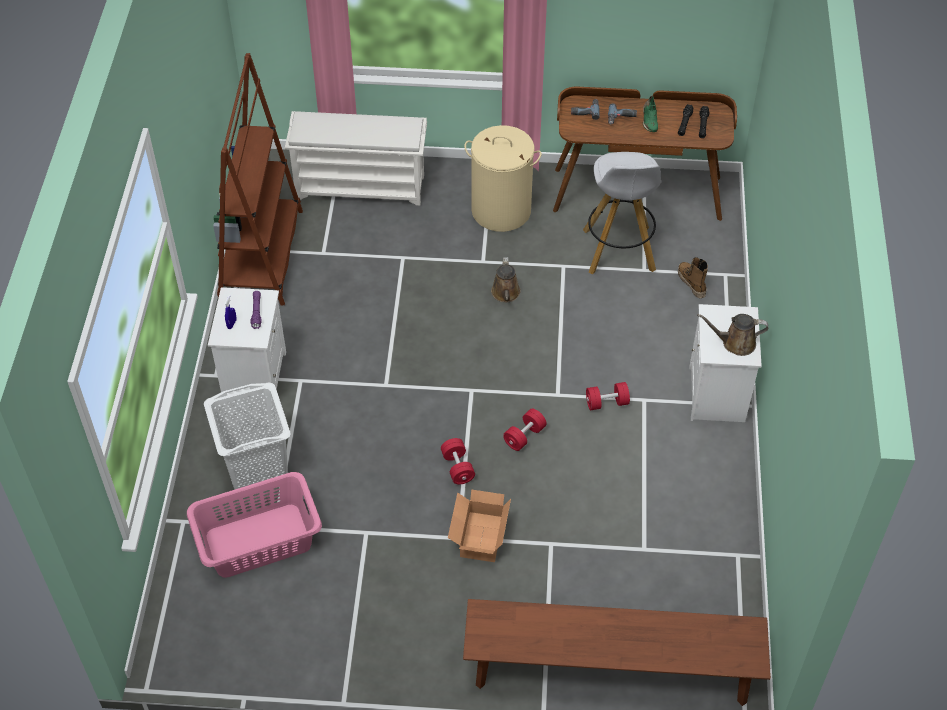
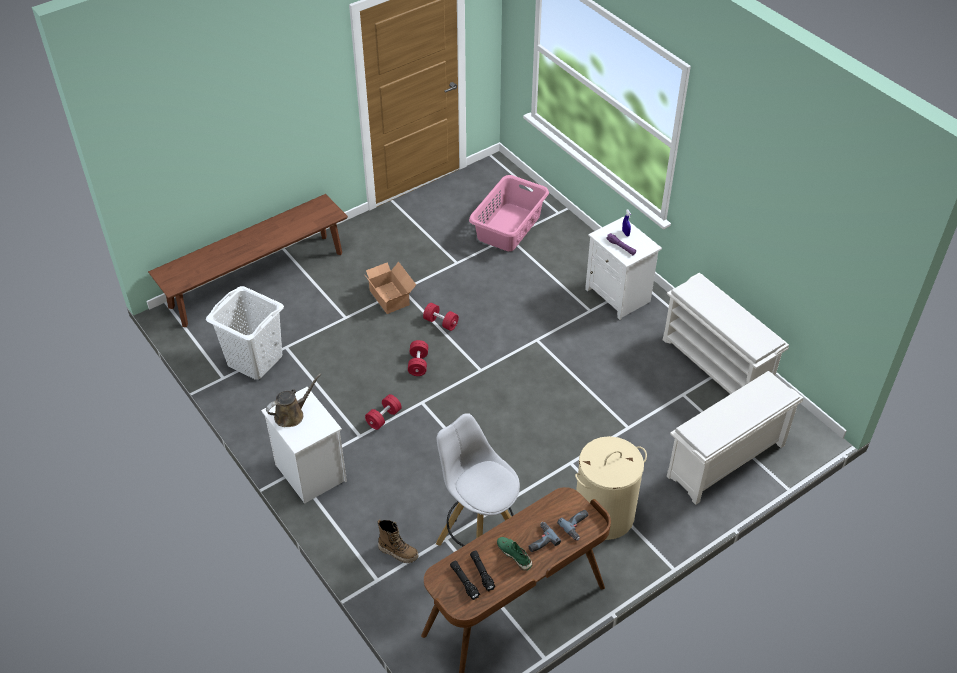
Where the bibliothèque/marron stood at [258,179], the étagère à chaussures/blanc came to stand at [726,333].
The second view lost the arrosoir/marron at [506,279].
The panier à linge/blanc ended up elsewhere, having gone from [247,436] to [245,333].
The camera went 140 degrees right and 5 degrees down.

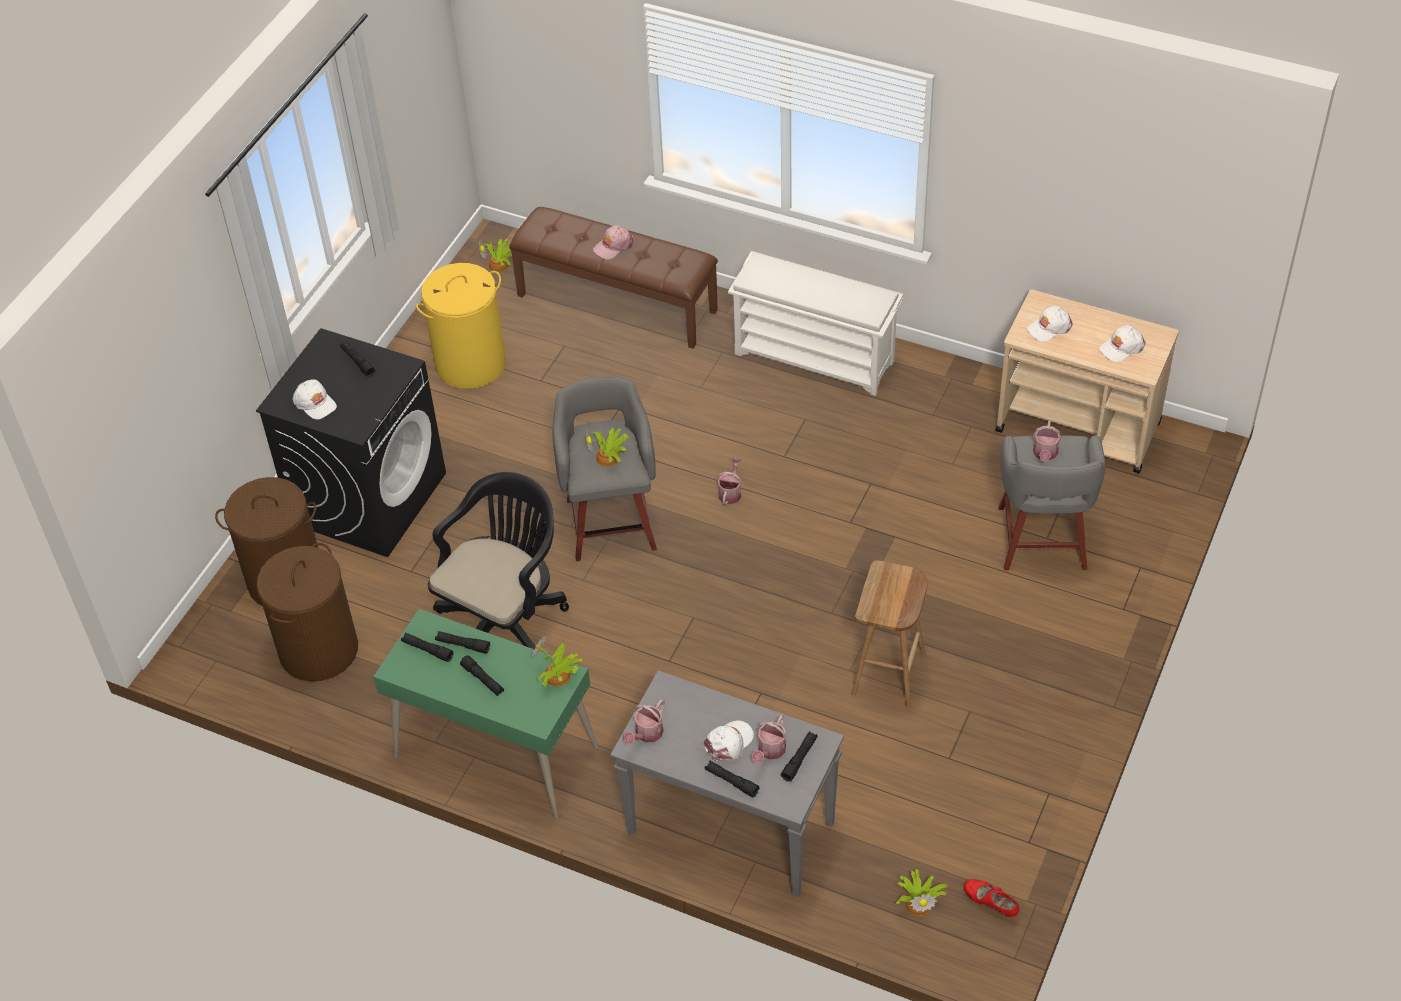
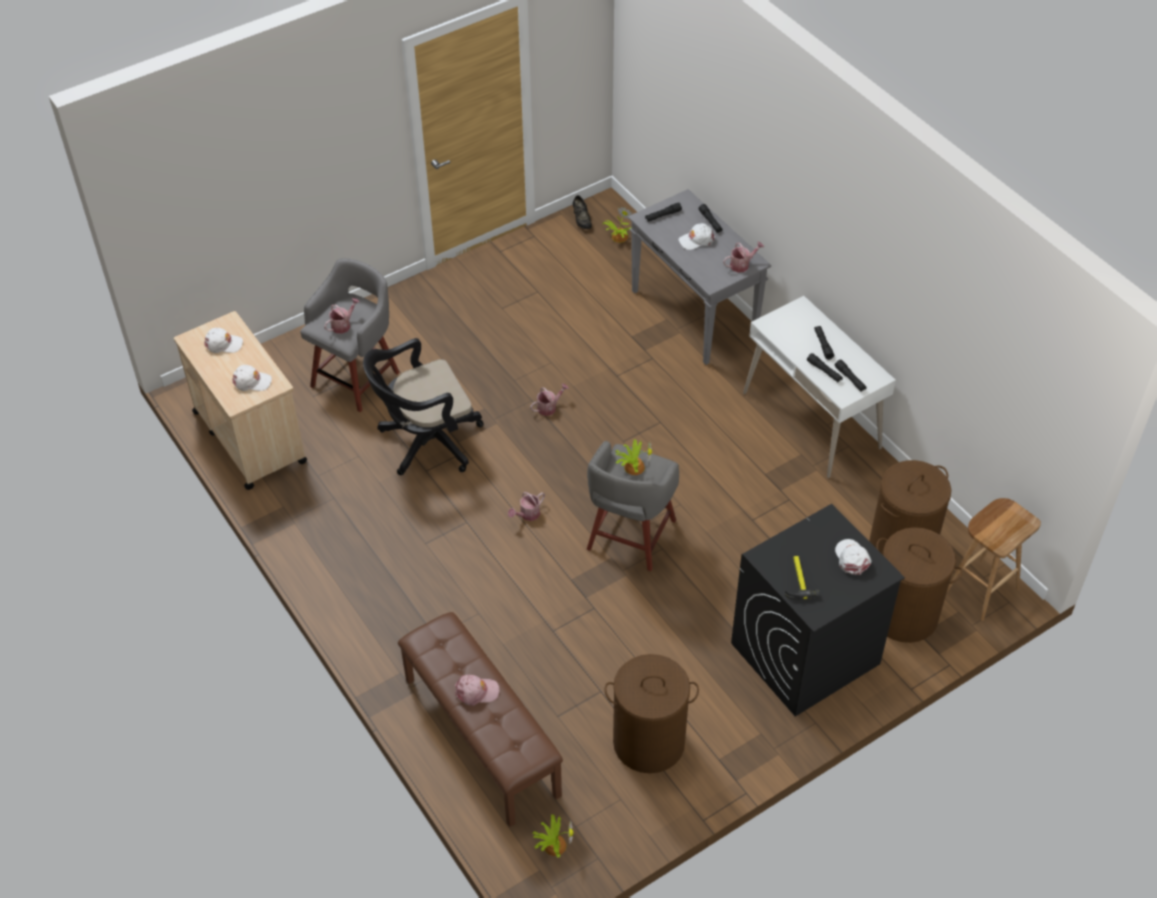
The second view lost the étagère à chaussures/blanc at [816,323].
What was the panier à linge/jaune at [461,326] turned into the panier à linge/marron at [651,713].
Where the lampe de poche/noir stood at [357,359], the marteau came to stand at [802,578].
The chaise de bureau/noir ended up elsewhere, having gone from [498,560] to [423,406].
The tabouret/marron ended up elsewhere, having gone from [890,634] to [994,559].
What was the bureau/vert at [485,714] turned into the bureau/blanc at [819,387].
The second view lost the plante en pot at [557,661].
The arrosoir ended up elsewhere, having gone from [769,739] to [549,400].
What was the chaussure/rouge at [991,898] turned into the chaussure/noir at [582,212].
The camera went 150 degrees left and 0 degrees up.

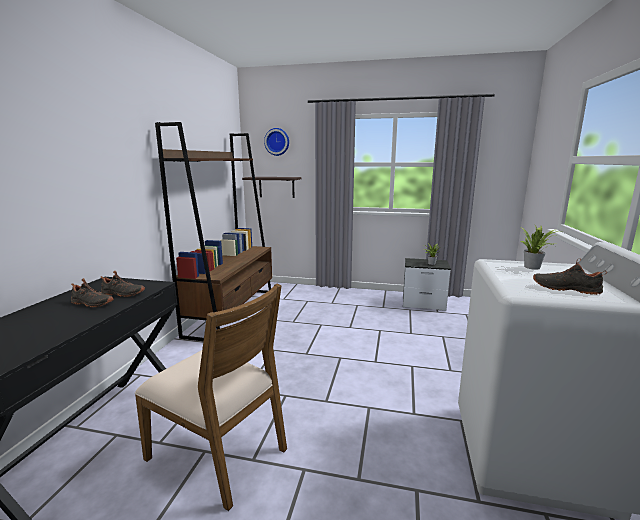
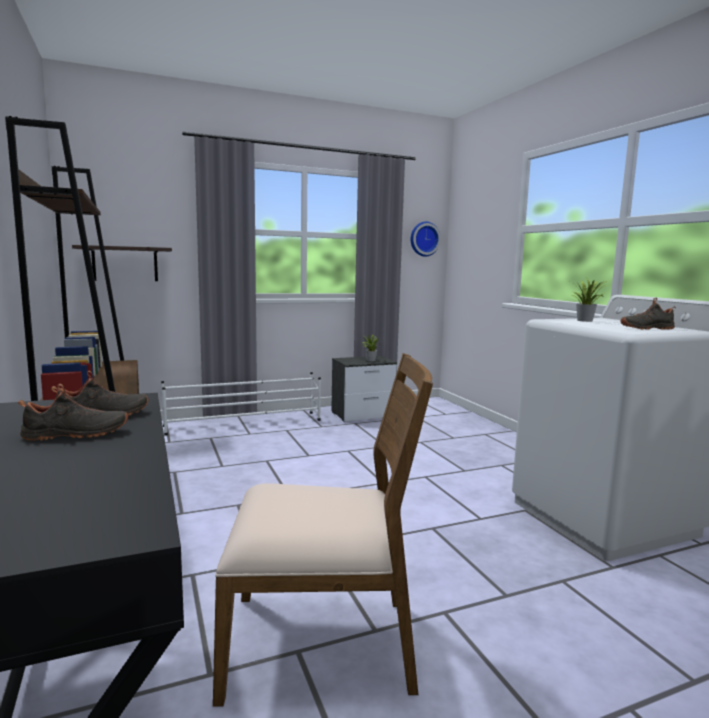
The horloge murale ended up elsewhere, having gone from [276,142] to [426,239].
The second view gained the étagère à chaussures/blanc at [241,404].
The camera went 35 degrees left and 5 degrees down.

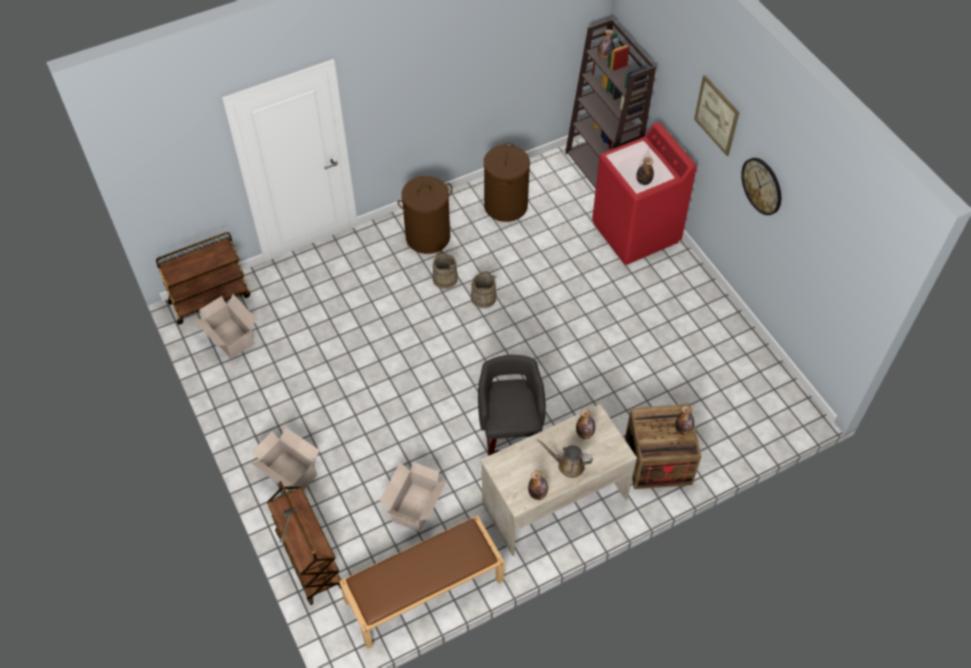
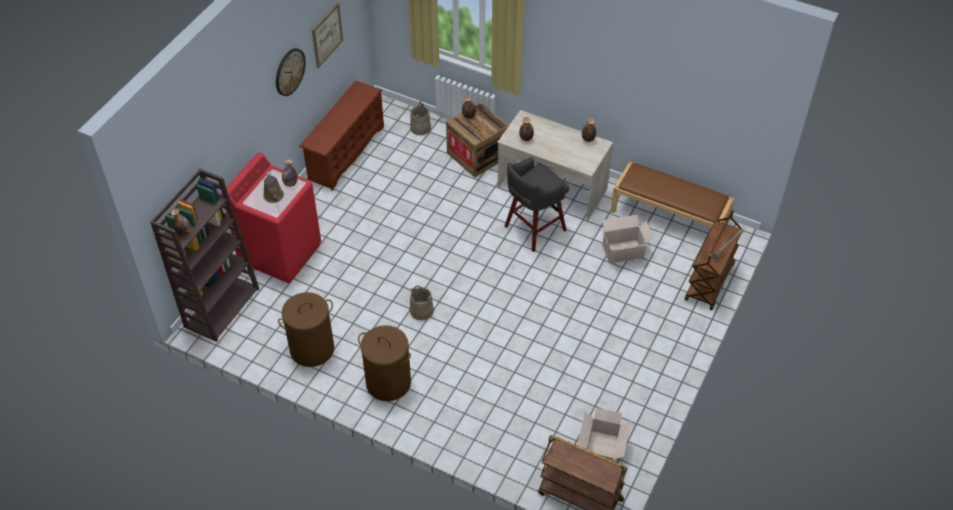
The tableau ended up elsewhere, having gone from [717,115] to [327,35].
The seau/beige ended up elsewhere, having gone from [445,270] to [420,118].
The second view lost the carton at [285,459].
The arrosoir/marron ended up elsewhere, having gone from [564,458] to [273,187].
The second view gained the étagère à chaussures/marron at [341,135].
The camera went 125 degrees left and 5 degrees down.

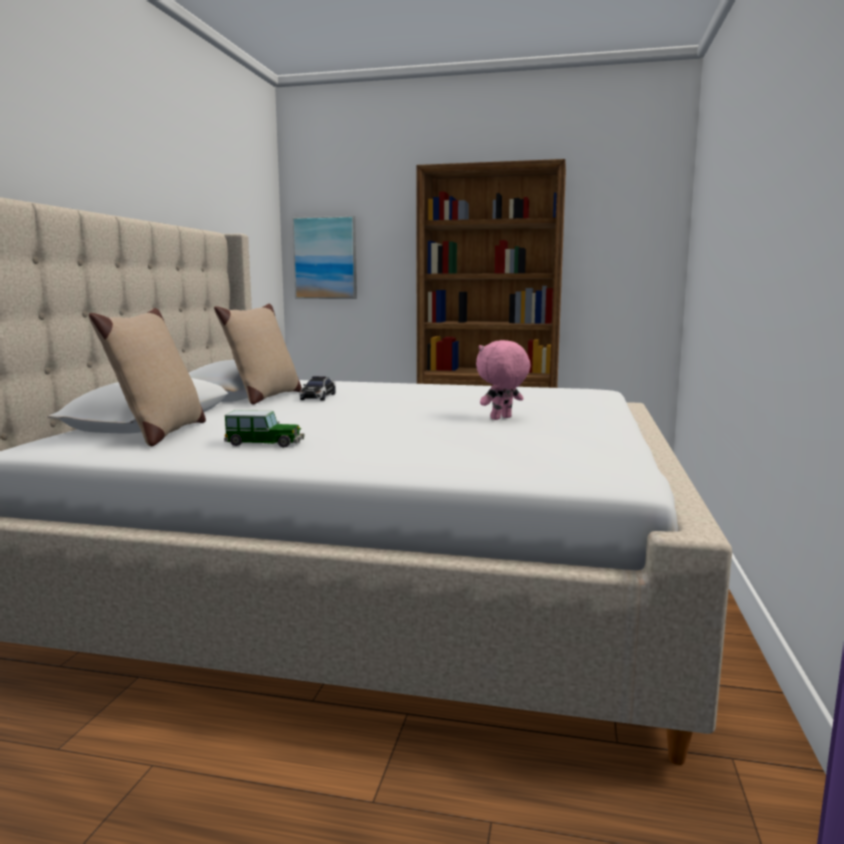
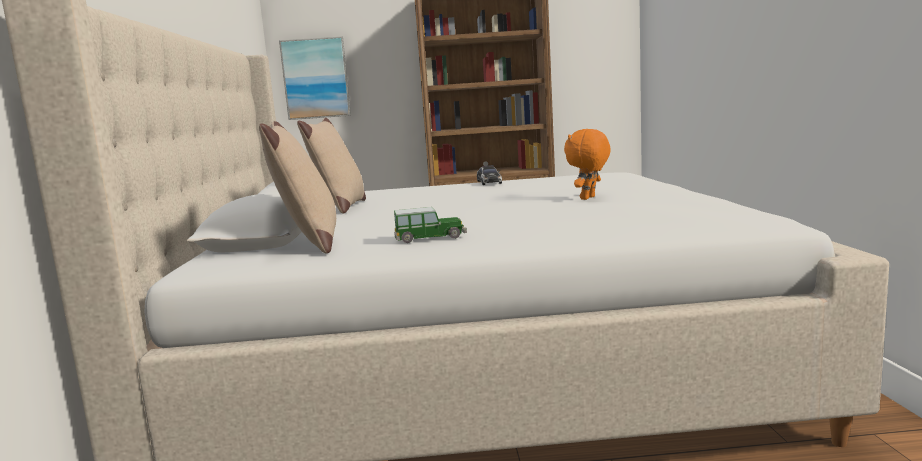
What was the peluche/rose at [503,380] turned into the peluche/orange at [587,164].
The petite voiture ended up elsewhere, having gone from [318,388] to [489,175].
The camera went 15 degrees left and 0 degrees up.

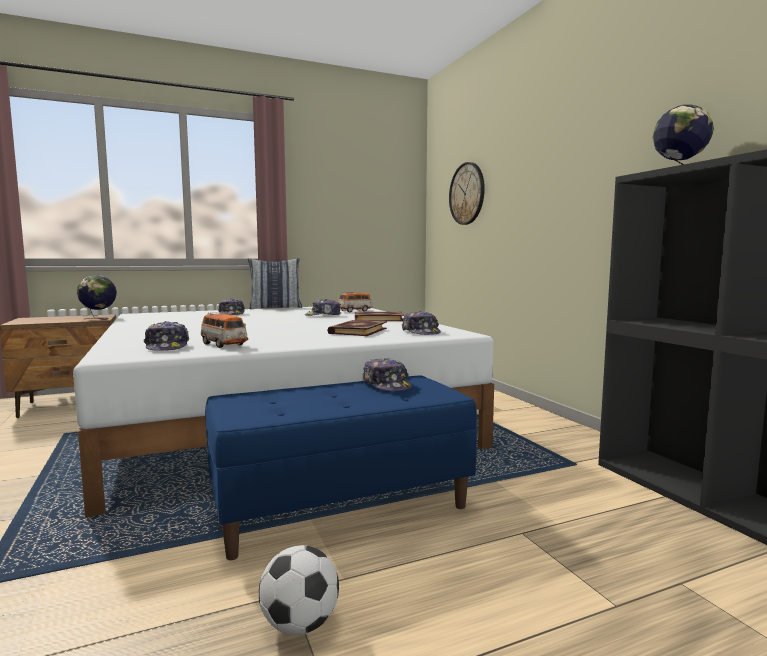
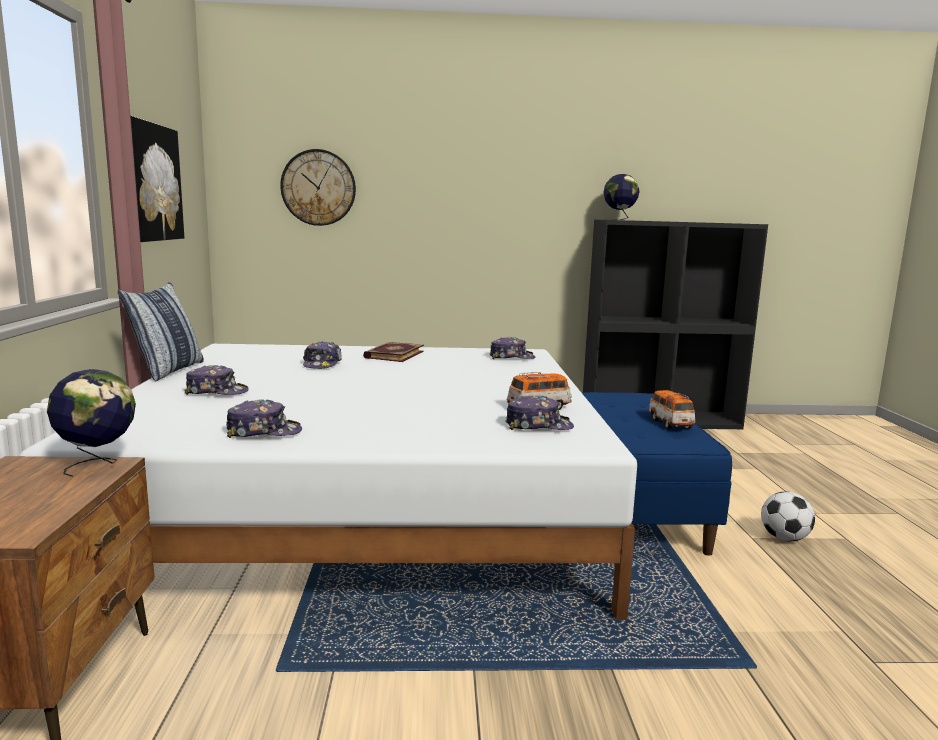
The petite voiture ended up elsewhere, having gone from [355,302] to [671,409].
The second view lost the livre at [357,328].
The casquette ended up elsewhere, having gone from [387,374] to [264,418].
The second view gained the tableau at [157,179].
The camera went 70 degrees left and 5 degrees up.

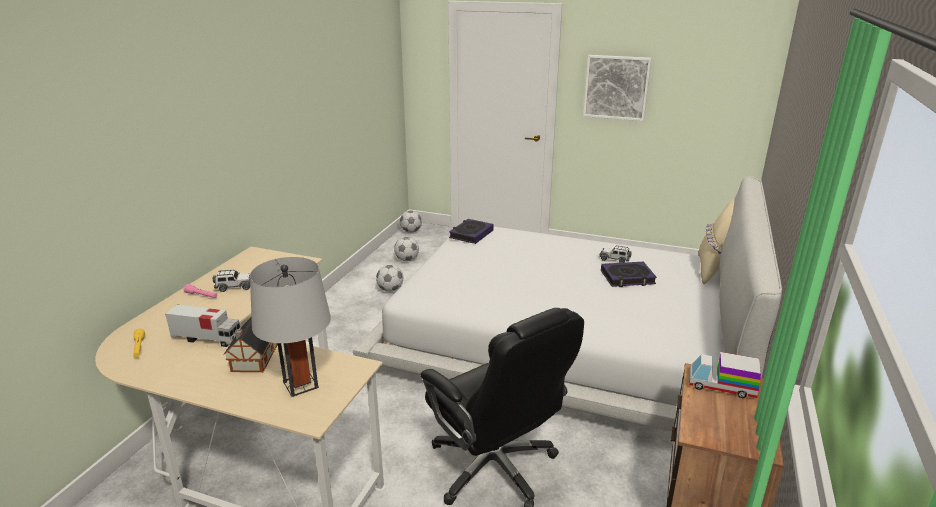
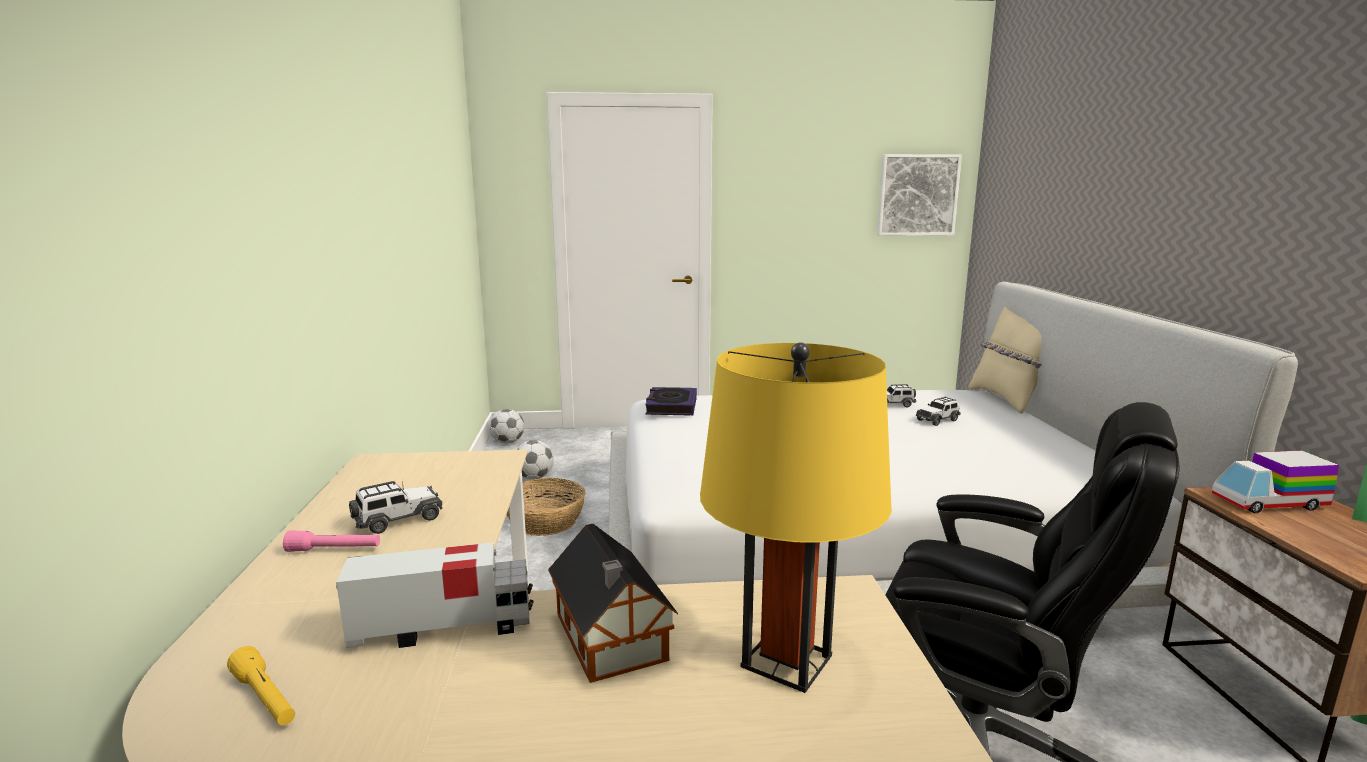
The tableau ended up elsewhere, having gone from [617,88] to [919,195].
What was the lampe de table/gris at [290,327] turned into the lampe de table/jaune at [796,517].
Where the livre stood at [629,274], the petite voiture came to stand at [938,411].
Where the ballon de foot stood at [389,278], the panier came to stand at [546,507].
The camera went 25 degrees left and 10 degrees down.

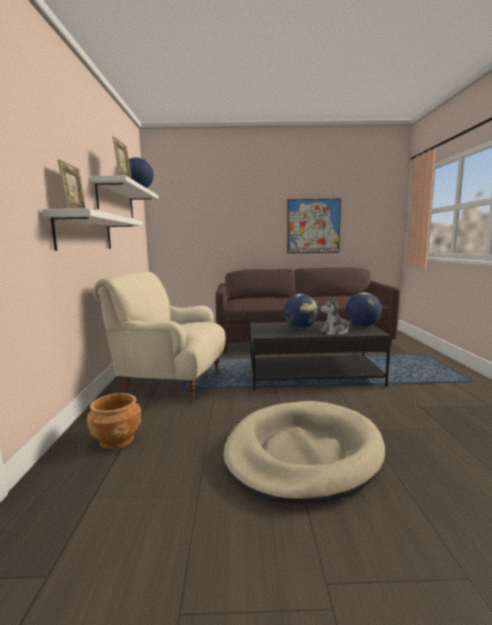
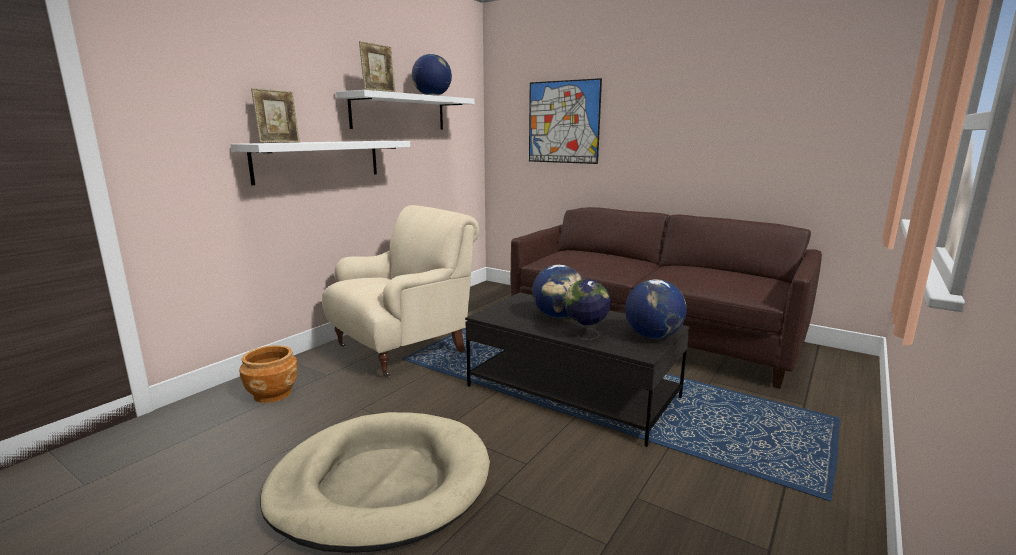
The tableau ended up elsewhere, having gone from [314,226] to [565,121].
The fauteuil/beige at [159,337] ended up facing another way, 90 degrees clockwise from before.
Where the peluche stood at [336,316], the globe came to stand at [587,309].
The camera went 35 degrees right and 5 degrees up.

